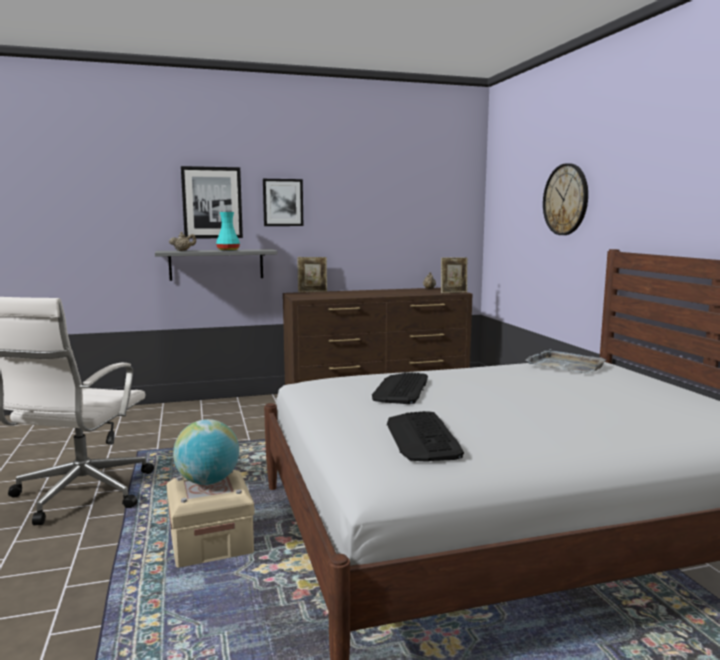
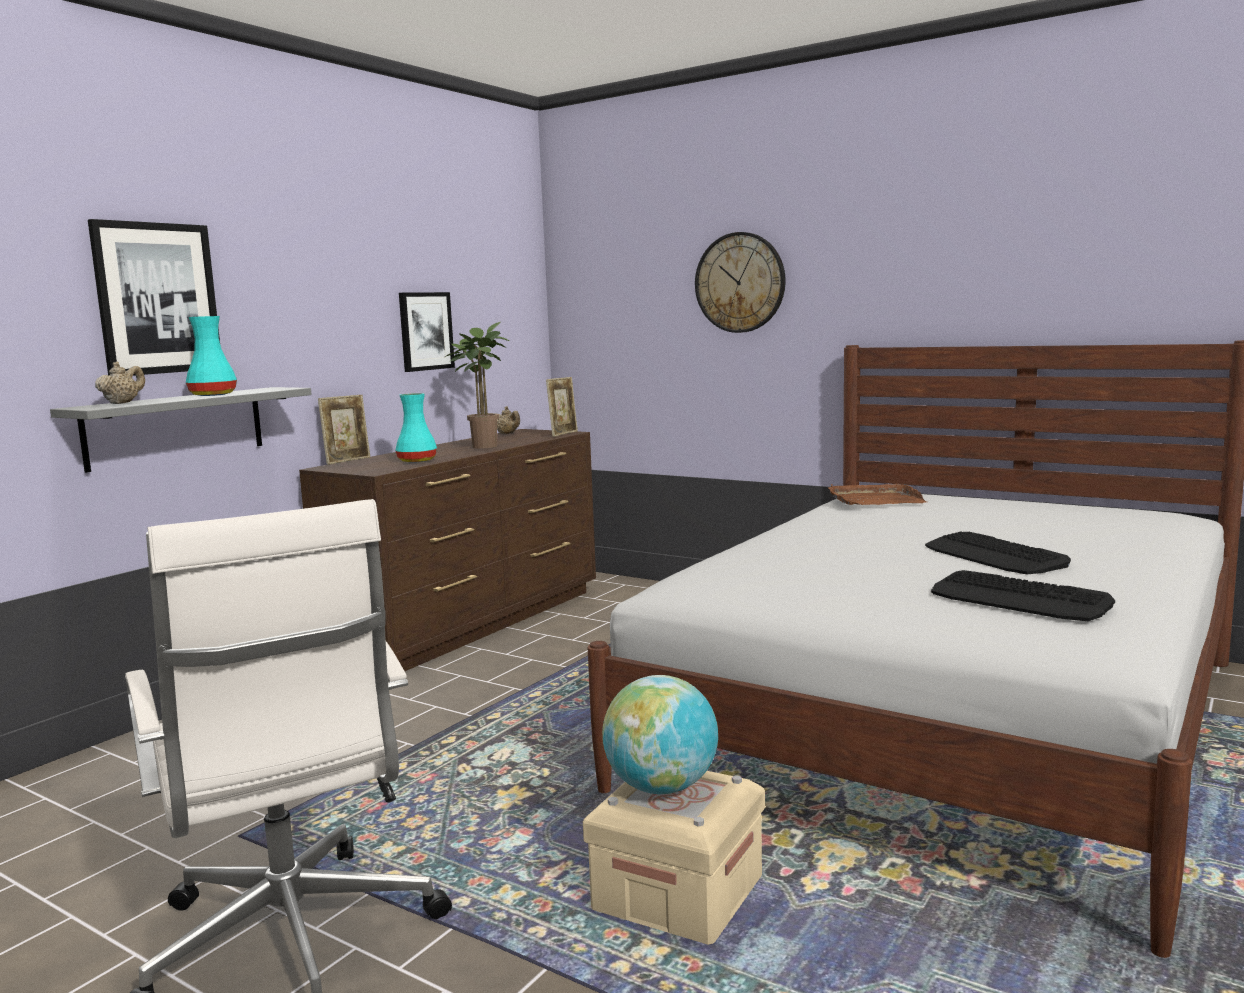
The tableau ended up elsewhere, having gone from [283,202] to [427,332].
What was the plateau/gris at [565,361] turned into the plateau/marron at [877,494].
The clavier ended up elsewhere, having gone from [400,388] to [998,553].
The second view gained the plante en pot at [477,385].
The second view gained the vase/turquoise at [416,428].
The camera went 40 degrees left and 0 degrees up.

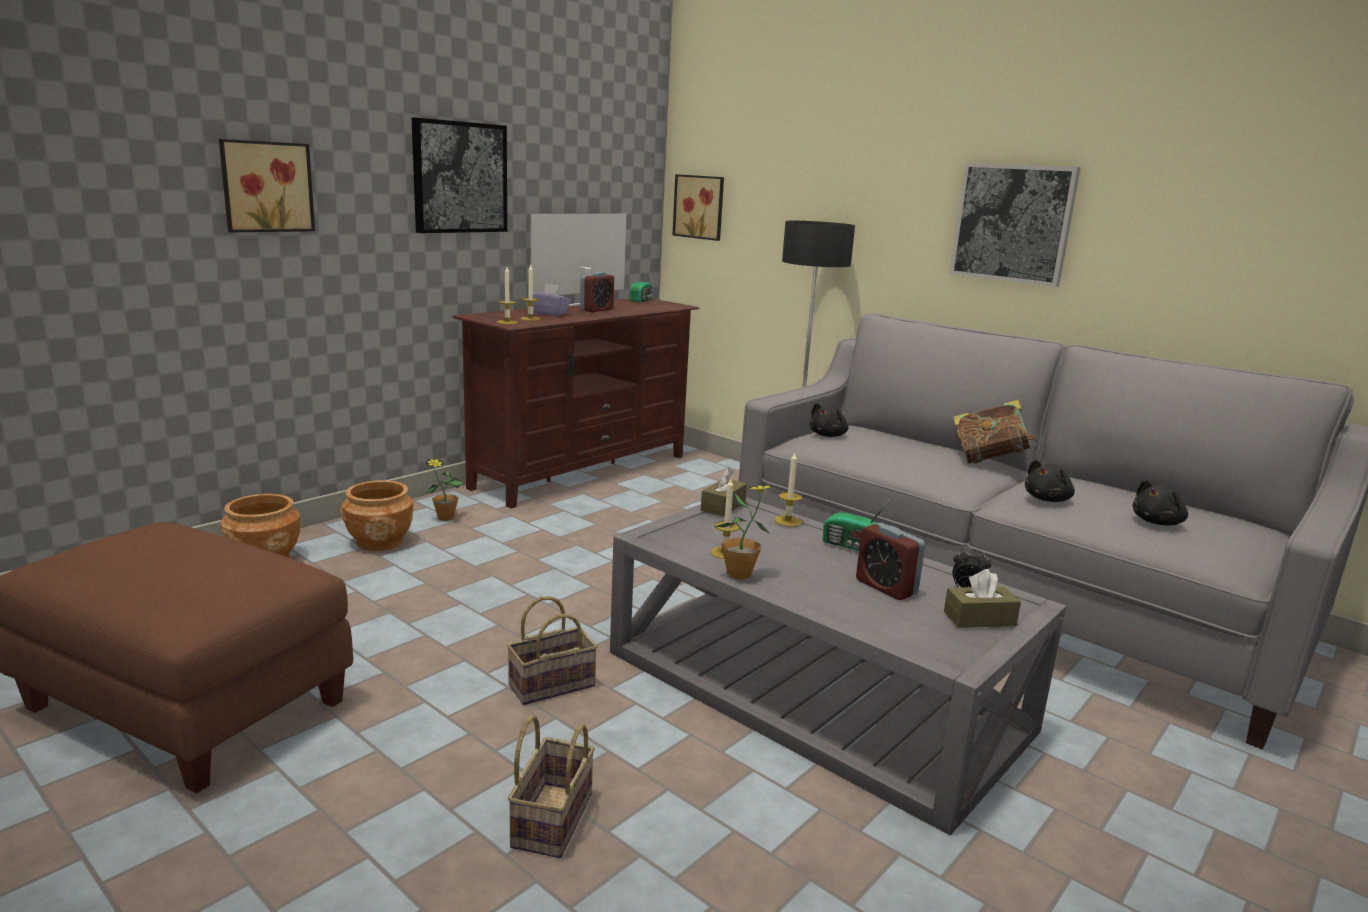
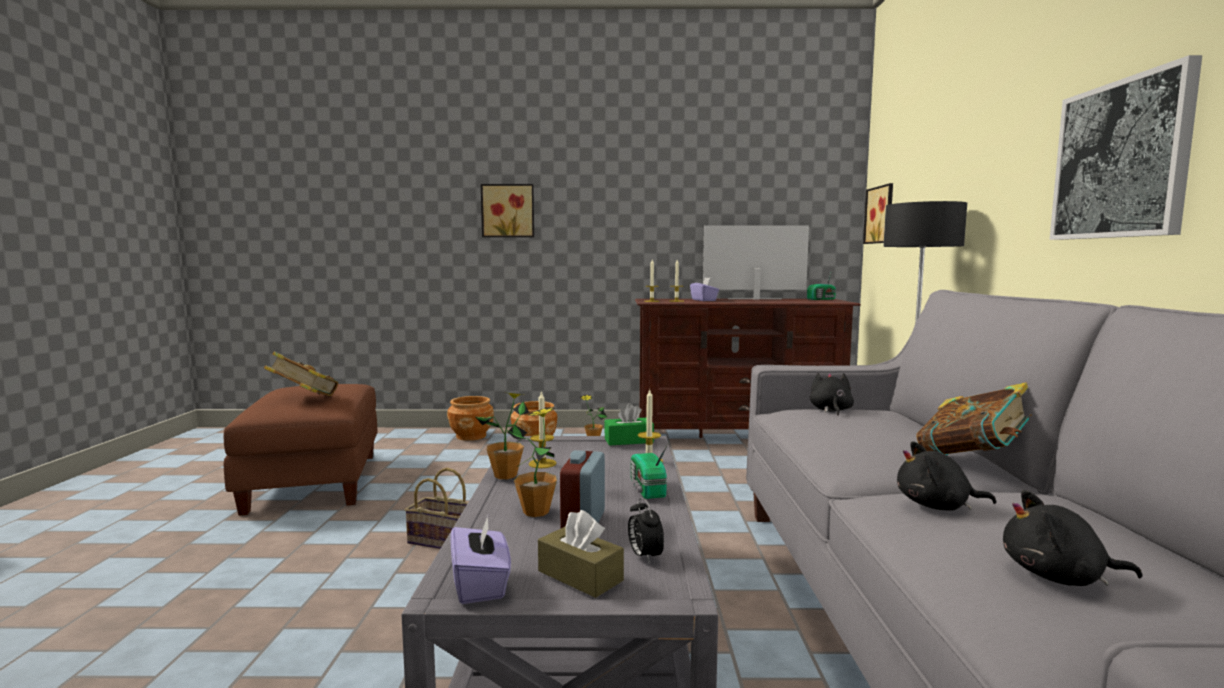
The second view lost the tableau at [459,175].
The second view lost the réveil at [597,291].
The peluche/noir at [829,420] ended up facing another way, 105 degrees clockwise from before.
What was the boîte à mouchoirs/marron at [724,492] turned into the boîte à mouchoirs/vert at [629,424].
The second view lost the panier at [551,786].
The second view gained the livre at [301,374].
The second view gained the plante en pot at [532,462].
The second view gained the boîte à mouchoirs/violet at [480,560].
The camera went 50 degrees right and 10 degrees down.

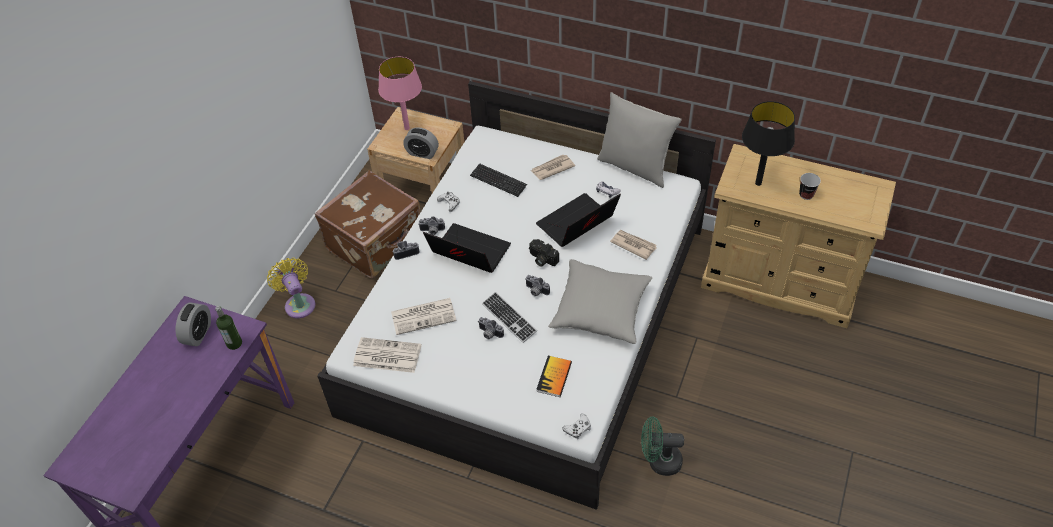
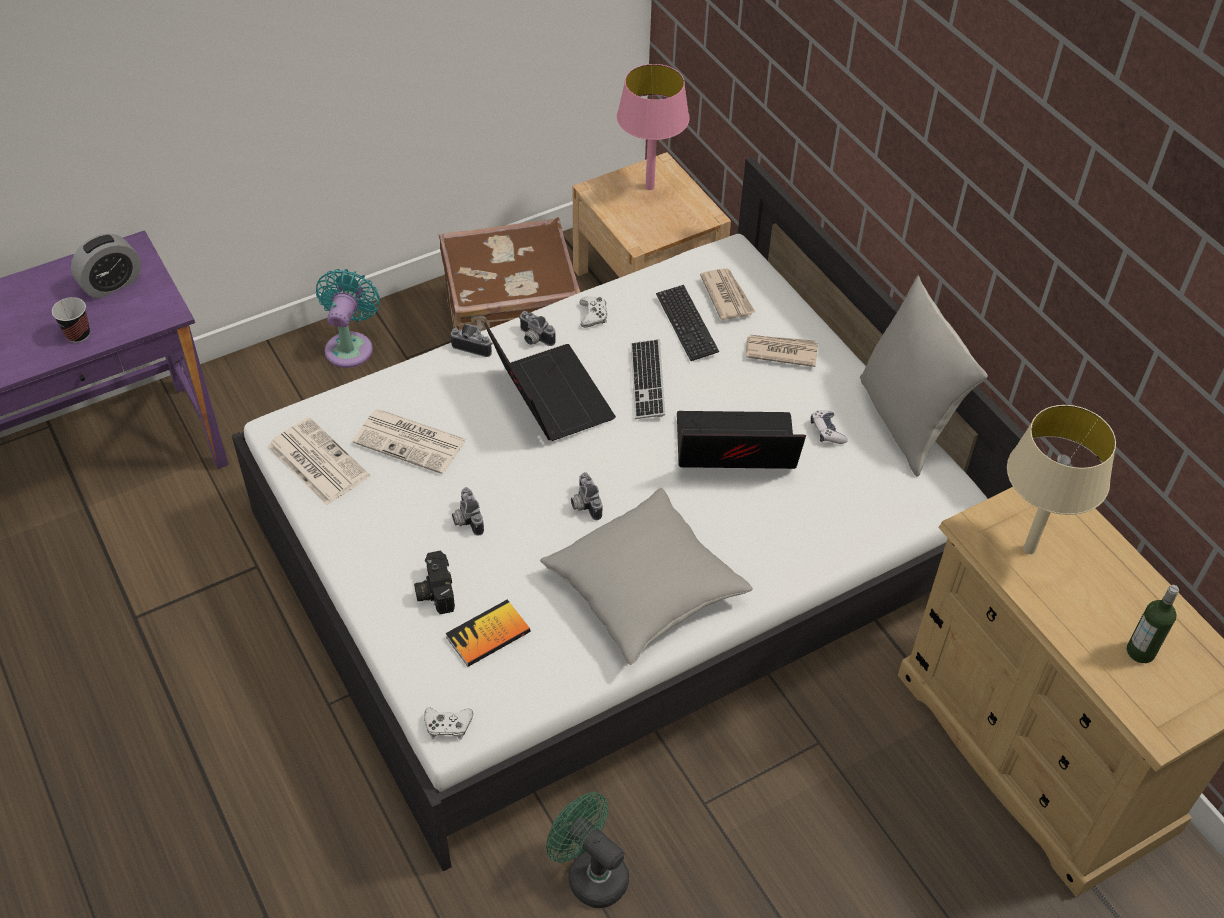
What was the lampe de table/noir at [768,143] turned into the lampe de table/beige at [1061,479].
The second view lost the réveil at [421,143].
The tasse ended up elsewhere, having gone from [810,186] to [71,320].
The journal ended up elsewhere, having gone from [633,245] to [727,294].
The appareil photo ended up elsewhere, having gone from [544,253] to [434,582].
What was the ventilateur/jaune at [291,288] turned into the ventilateur/turquoise at [348,318].
The clavier ended up elsewhere, having gone from [509,317] to [648,379].
The bouteille ended up elsewhere, having gone from [228,328] to [1153,624].
The camera went 35 degrees right and 0 degrees up.

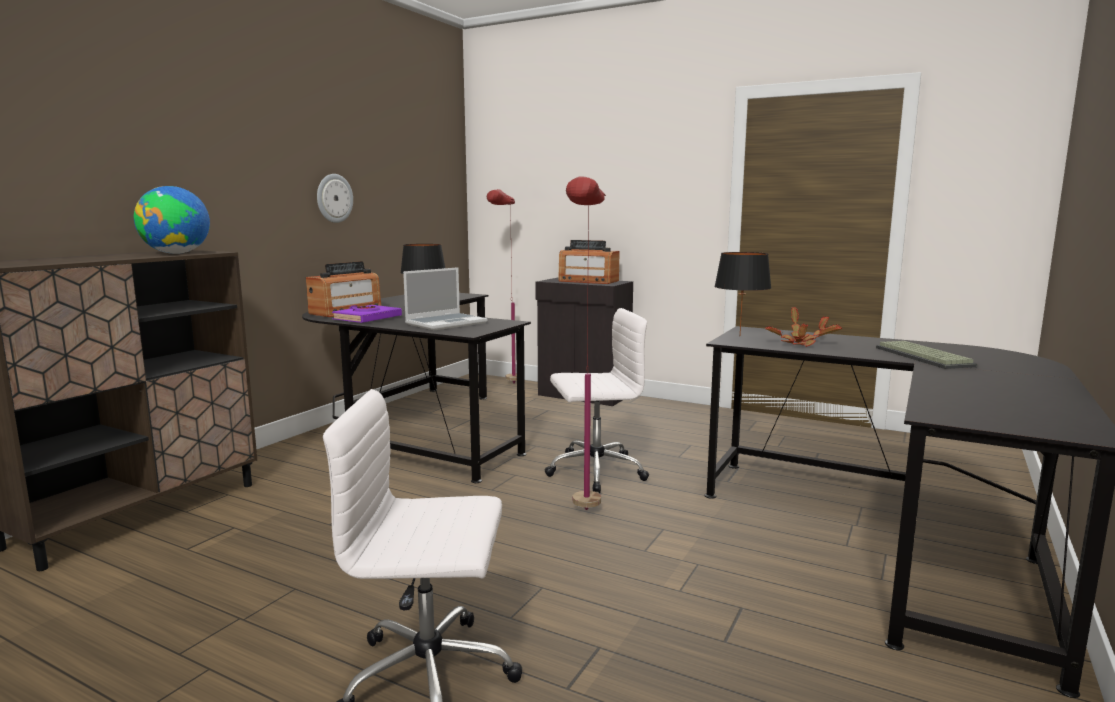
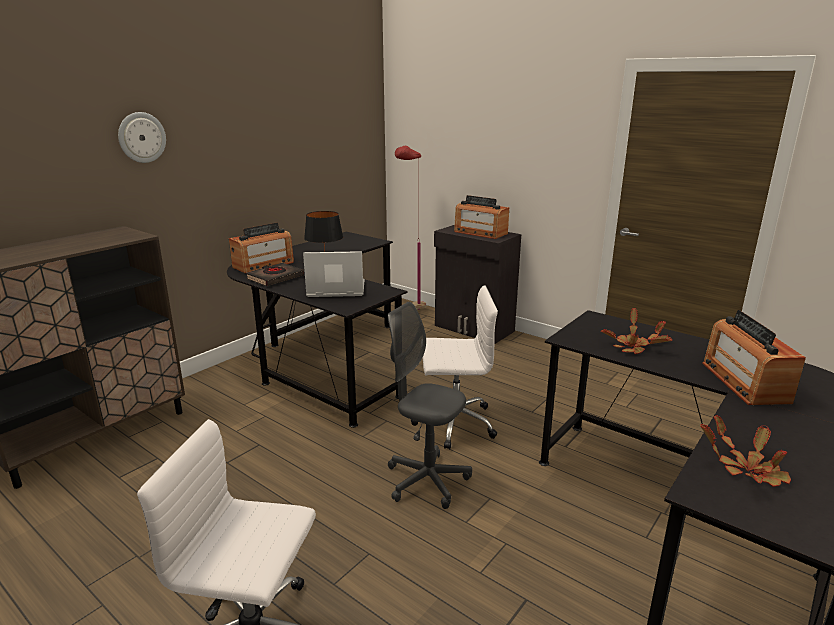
The horloge murale ended up elsewhere, having gone from [335,198] to [142,137].
Where the lampadaire/rouge stood at [586,343], the chaise de bureau/gris came to stand at [429,405].
The second view lost the globe at [172,220].
The second view lost the lampe de table/noir at [742,293].
The ordinateur portable at [445,298] ended up facing another way, 150 degrees counterclockwise from before.
What was the livre/violet at [367,314] turned into the livre/noir at [275,274].
Where the clavier stood at [926,355], the radio came to stand at [754,357].
The second view gained the plante en pot at [745,451].
The camera went 10 degrees right and 10 degrees up.

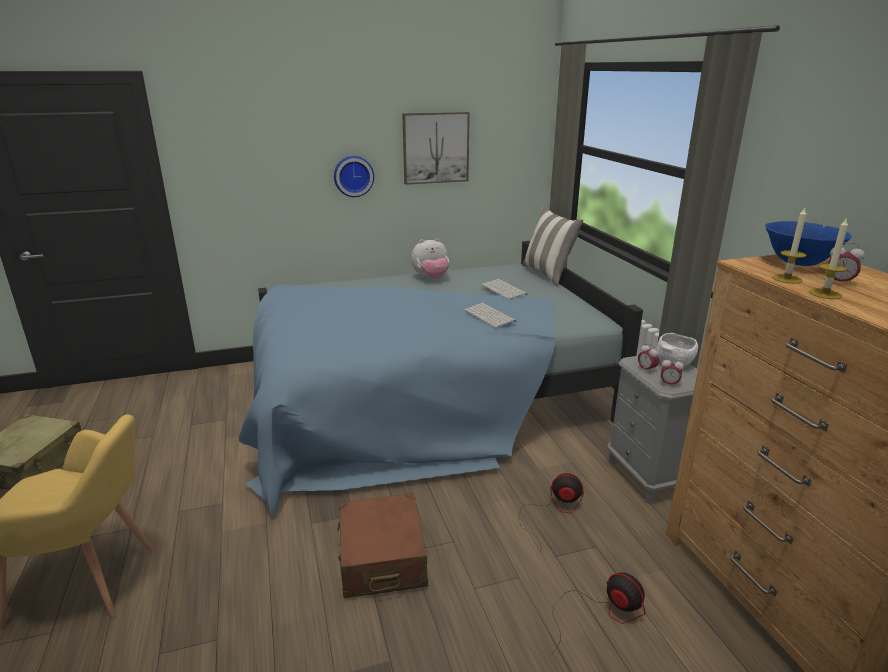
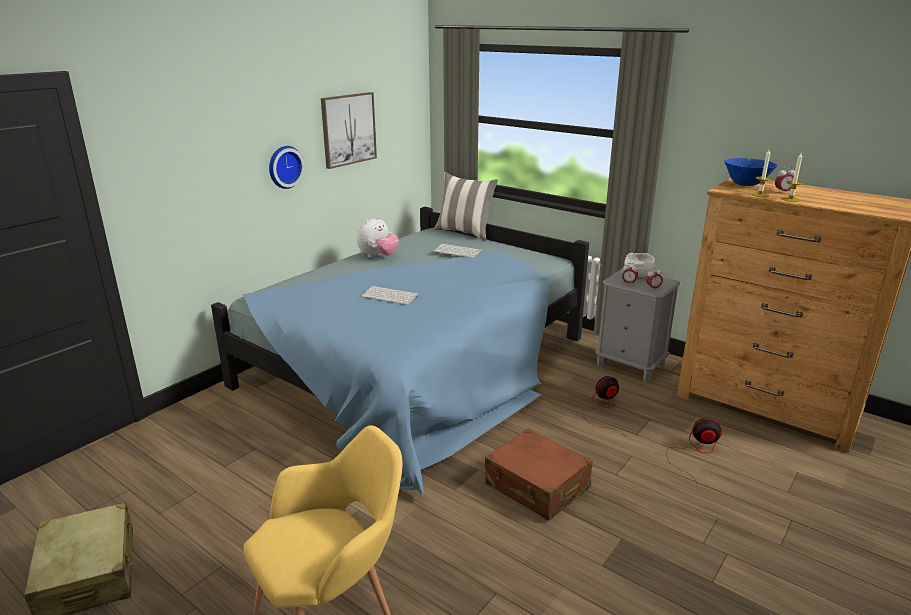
The clavier ended up elsewhere, having gone from [490,315] to [390,295].
The camera went 35 degrees left and 0 degrees up.

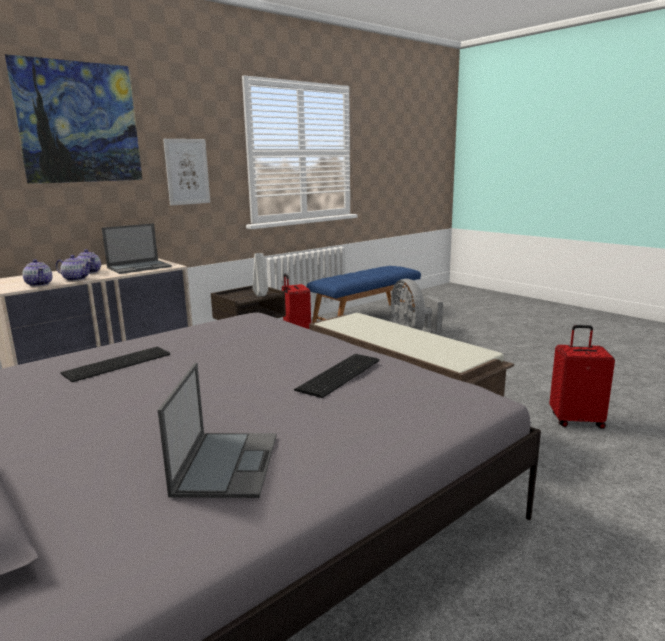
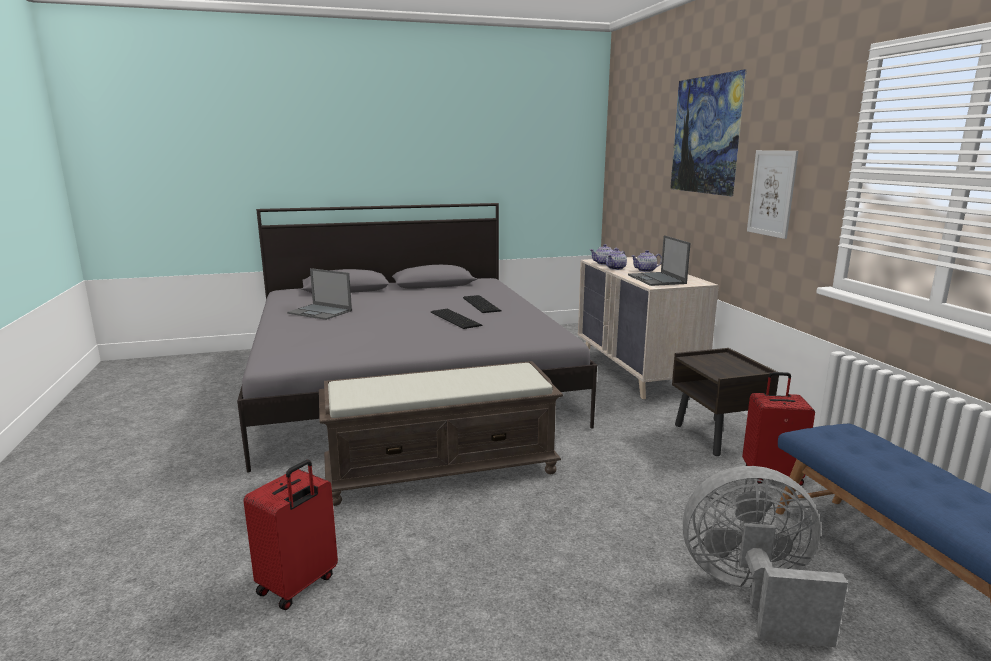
The second view lost the vase/gris at [260,274].
The clavier ended up elsewhere, having gone from [337,376] to [457,319].
The camera went 115 degrees right and 0 degrees up.

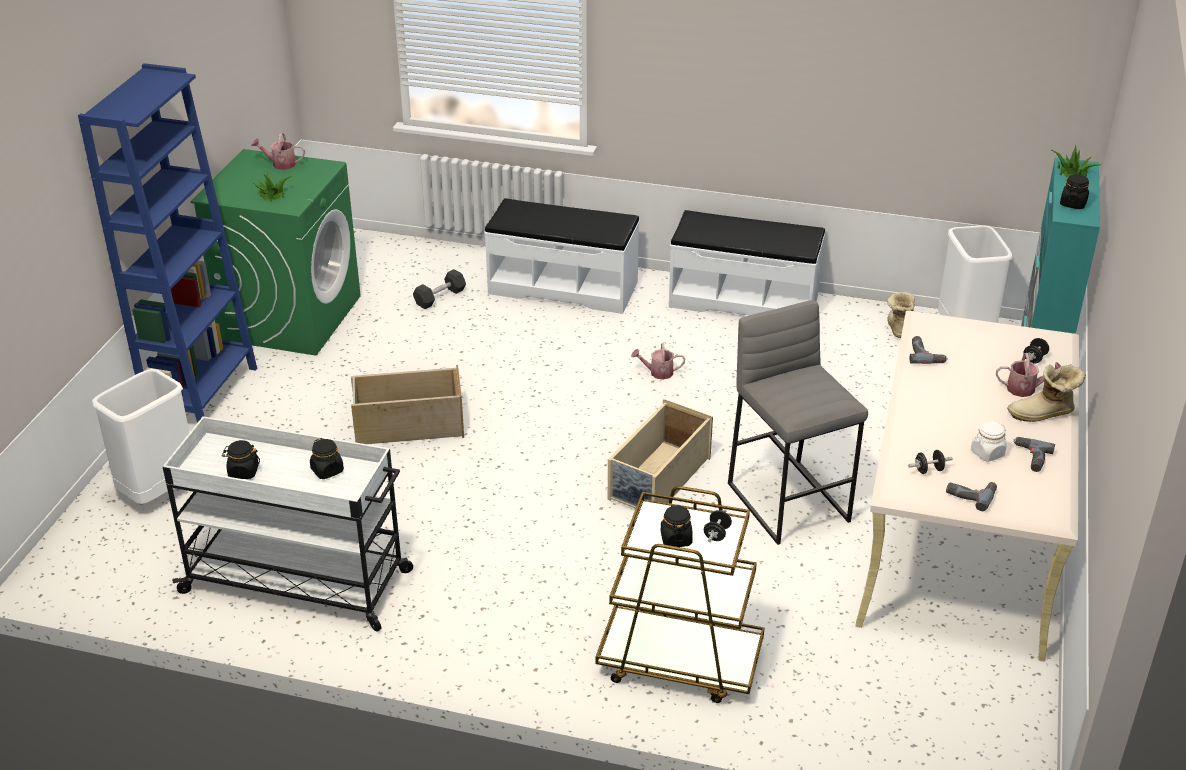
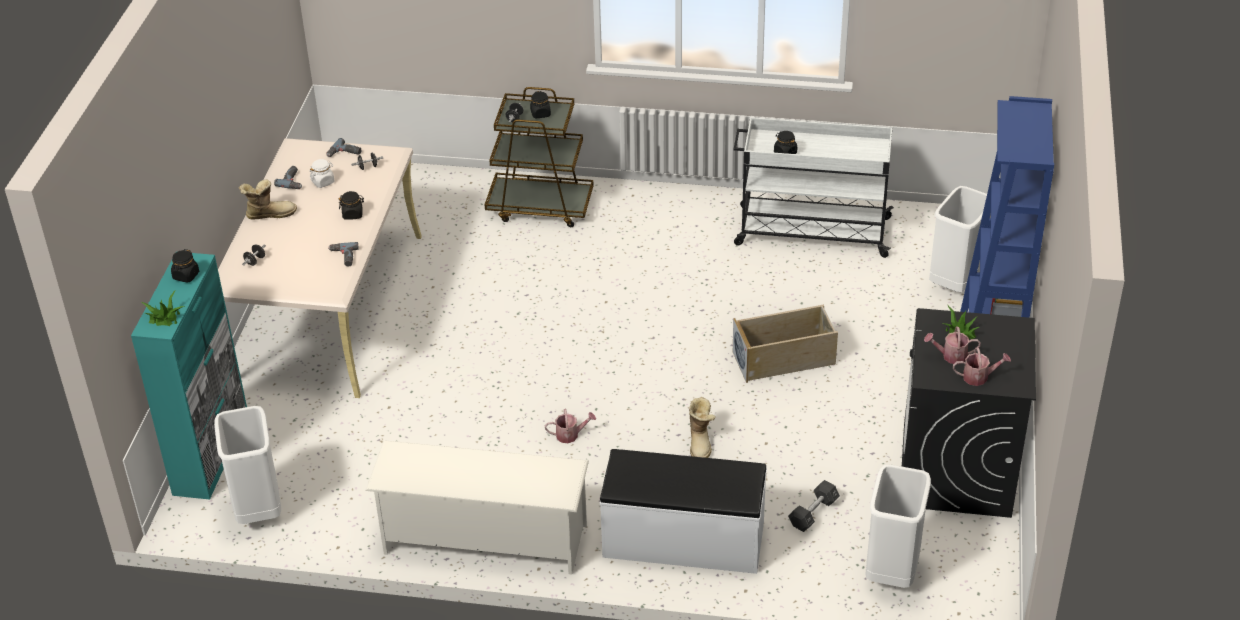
What was the lave-linge/vert at [275,252] turned into the lave-linge/noir at [969,413].
Where the banc/blanc stood at [747,262], the étagère à chaussures/blanc came to stand at [477,507].
The botte ended up elsewhere, having gone from [901,315] to [702,427].
The second view lost the tabouret/gris at [798,422].
The arrosoir ended up elsewhere, having gone from [1028,375] to [952,345].
The second view lost the boîte de rangement/beige at [660,454].
The bocal/noir ended up elsewhere, having gone from [241,459] to [351,205].
The second view gained the poubelle/blanc at [898,526].
The camera went 175 degrees right and 5 degrees up.

